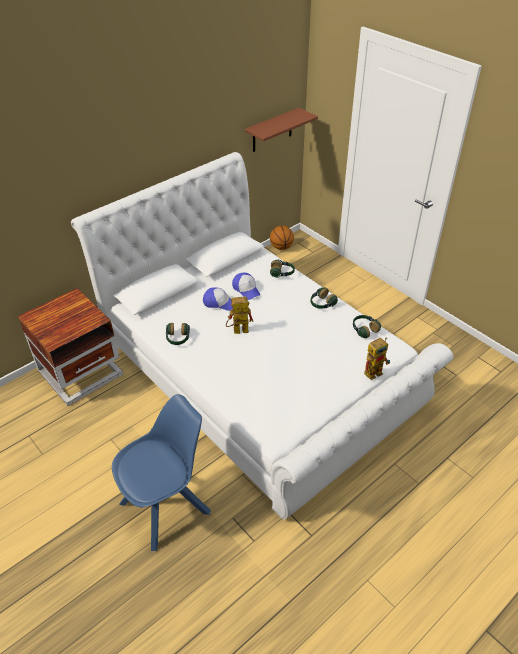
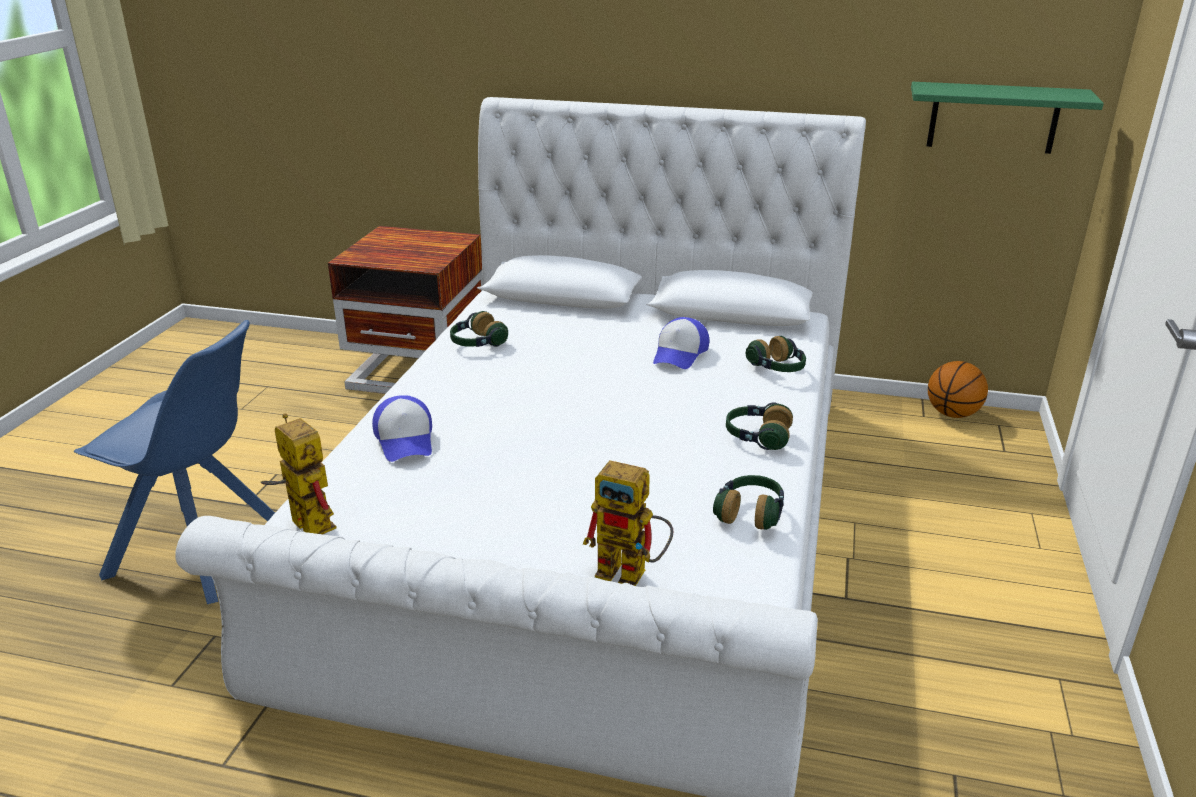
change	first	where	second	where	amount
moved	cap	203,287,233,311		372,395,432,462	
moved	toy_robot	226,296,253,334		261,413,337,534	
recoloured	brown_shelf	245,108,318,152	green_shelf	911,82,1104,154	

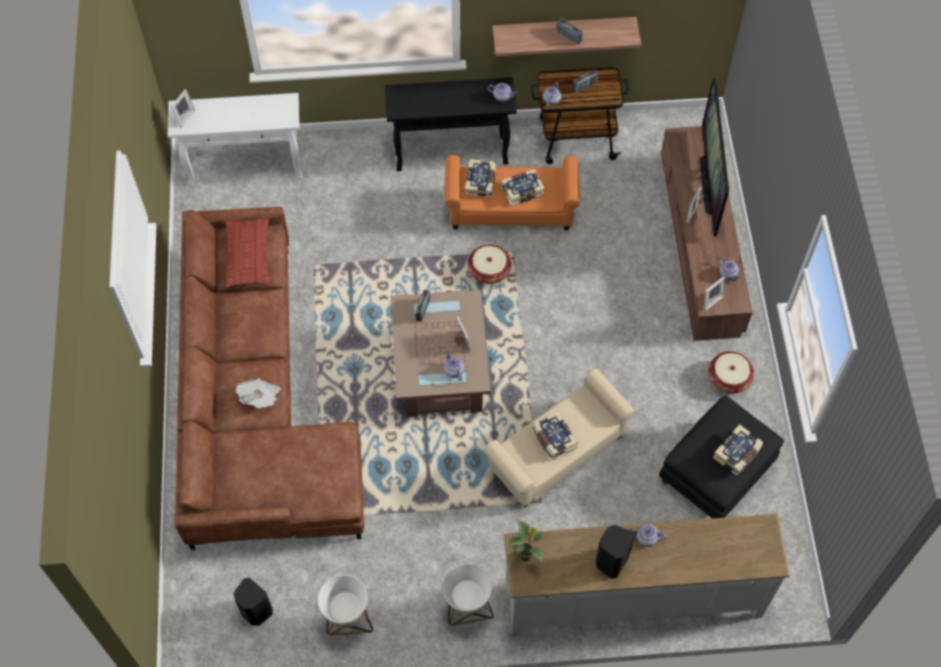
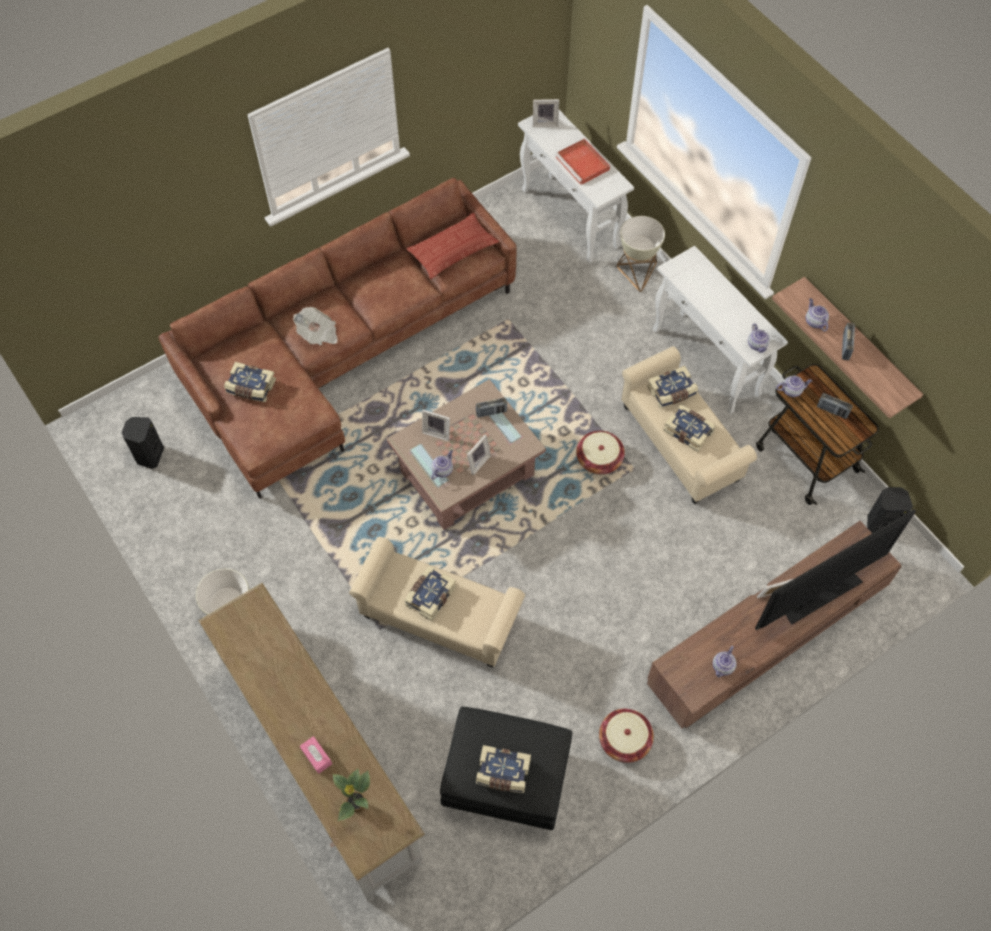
change	first	where	second	where	amount
added			book	224,362,276,402	
added			pink_tissue_box	300,736,332,774	
added			red_tray	555,138,610,185	
moved	planter	318,575,373,636		617,216,665,292	
moved	potted_plant	509,520,546,562		333,769,370,821	
moved	black_speaker	596,525,634,579		867,487,913,533	
moved	teapot	630,524,667,547		806,298,829,331	
moved	picture_frame	704,276,725,311		422,410,450,441	
recoloured	black_console_table	385,77,517,171	white_console_table	653,246,788,414	
recoloured	orange_ottoman	445,155,580,230	beige_ottoman	622,346,757,504	

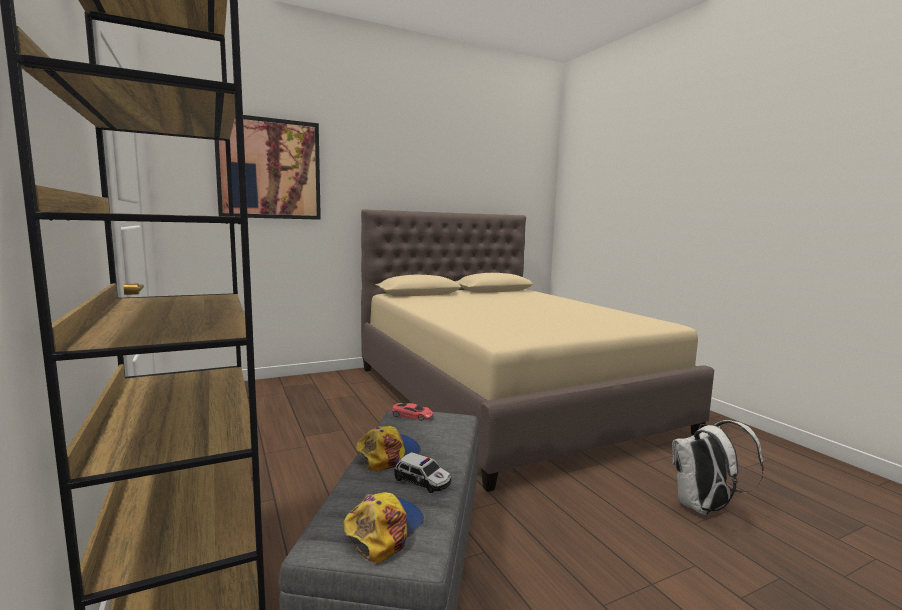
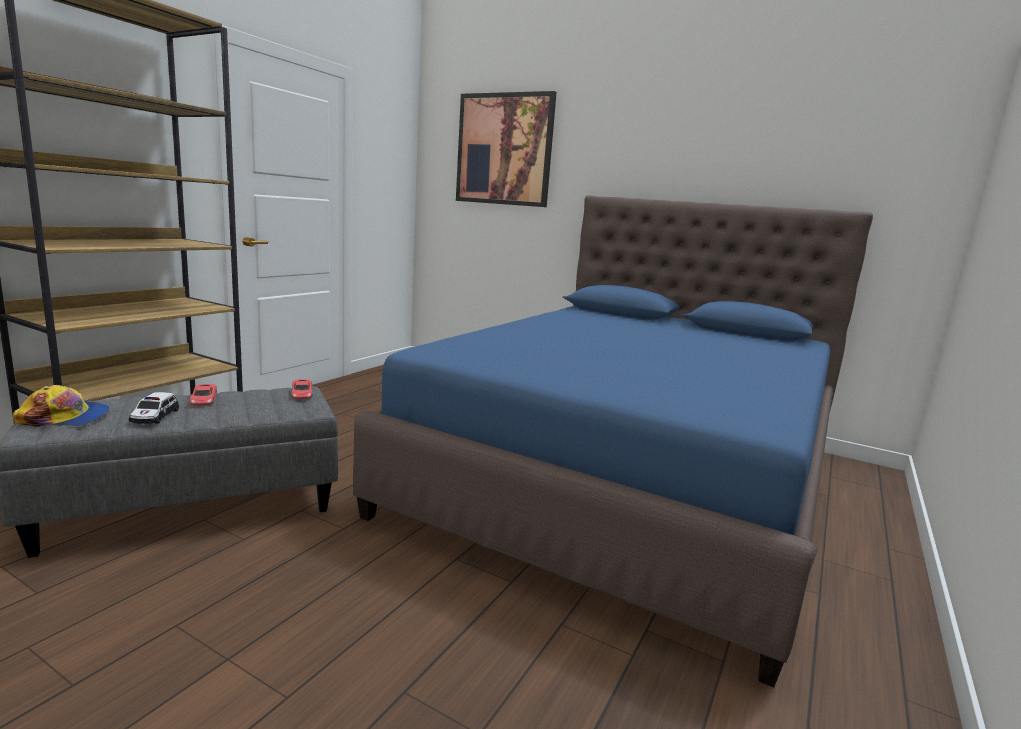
change	first	where	second	where	amount
removed	white_backpack	672,420,764,515			
replaced	cap	356,426,421,471	red_toy_car	190,384,217,406	
recoloured	beige_bed	361,209,714,492	blue_bed	353,195,873,687	

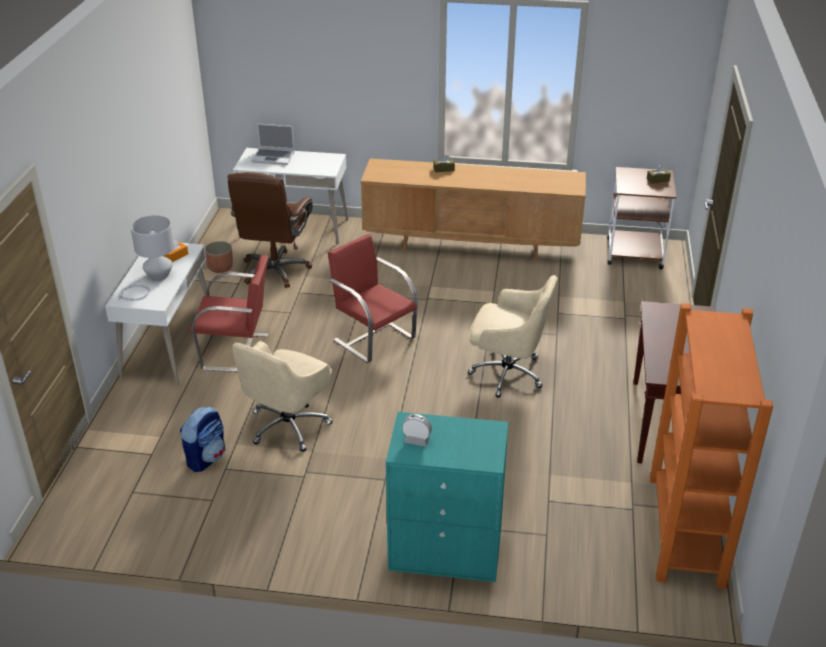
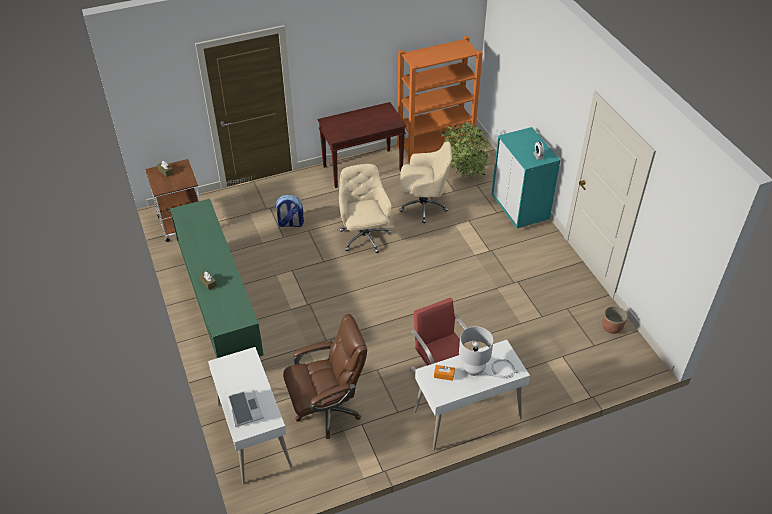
change	first	where	second	where	amount
removed	red_chair	328,234,418,363			
added			potted_plant	441,122,490,178	
moved	backpack	180,406,225,472		275,195,304,227	
moved	planter	205,241,233,273		602,306,627,334	
moved	beige_office_chair	232,341,332,452		400,141,452,223	
recoloured	brown_cabinet	361,158,586,261	green_cabinet	170,199,264,358	

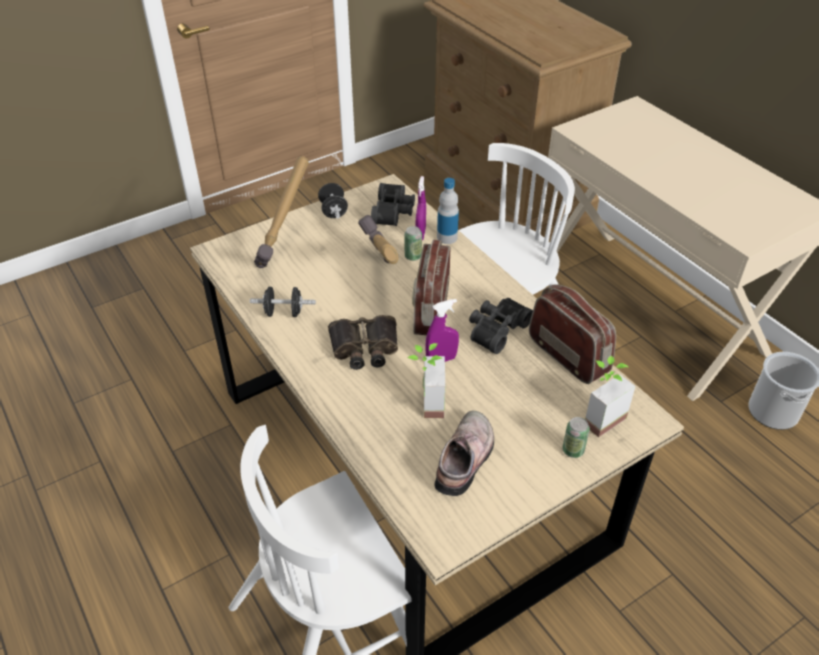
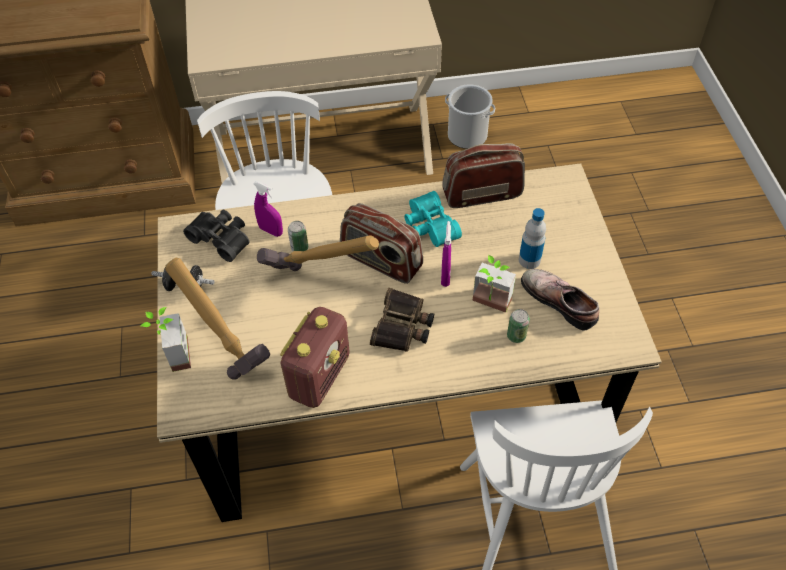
change	first	where	second	where	amount
moved	bottle	437,178,459,244		519,208,546,269	
moved	can	562,417,590,458		507,309,530,343	
moved	potted_plant	585,356,635,437		141,307,191,372	
replaced	black_dumbbell	250,287,316,317	radio	280,307,350,408	
recoloured	black_binoculars	469,298,533,354	turquoise_binoculars	404,191,462,247	

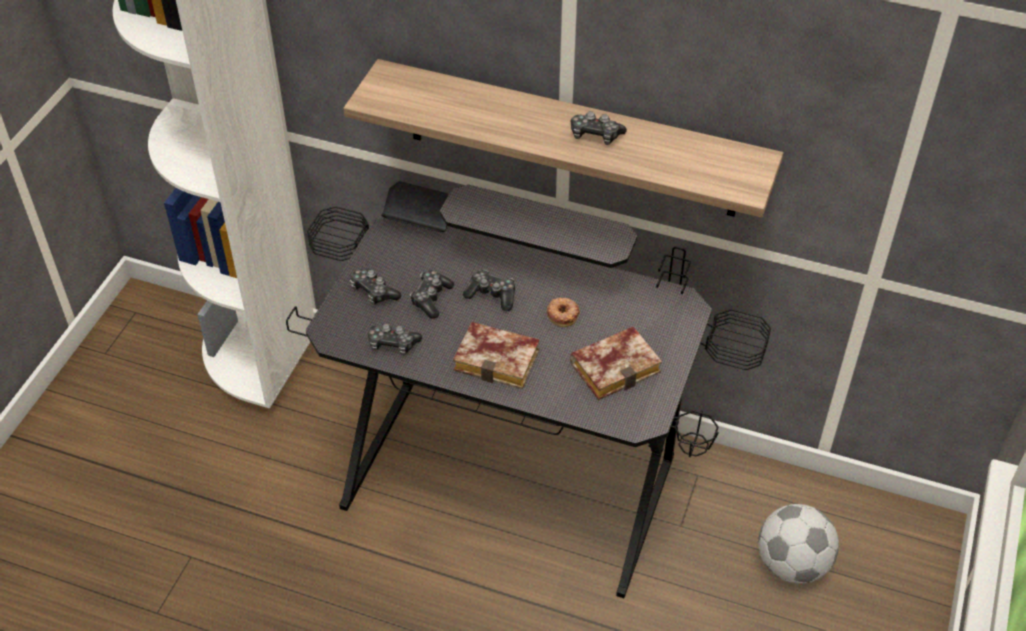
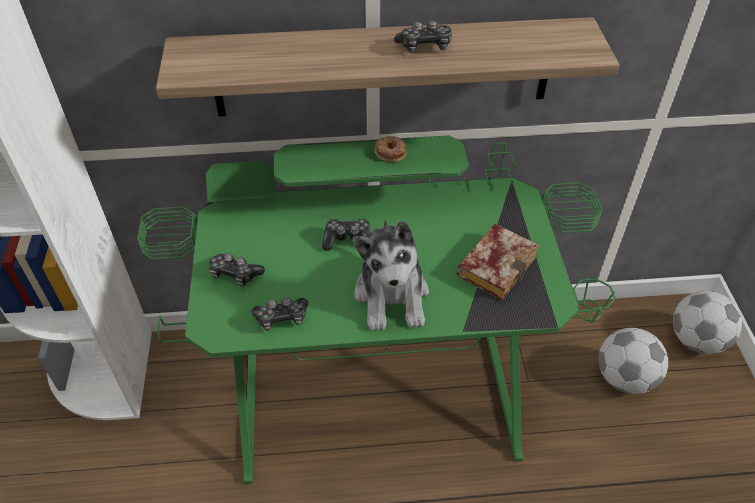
change	first	where	second	where	amount
removed	game_controller	410,270,454,319			
added			football	673,291,742,354	
moved	donut	547,297,580,327		375,136,407,162	
replaced	book	453,322,540,389	plush_toy	352,219,429,331	
recoloured	black_desk	286,181,771,598	green_desk	137,136,615,484	

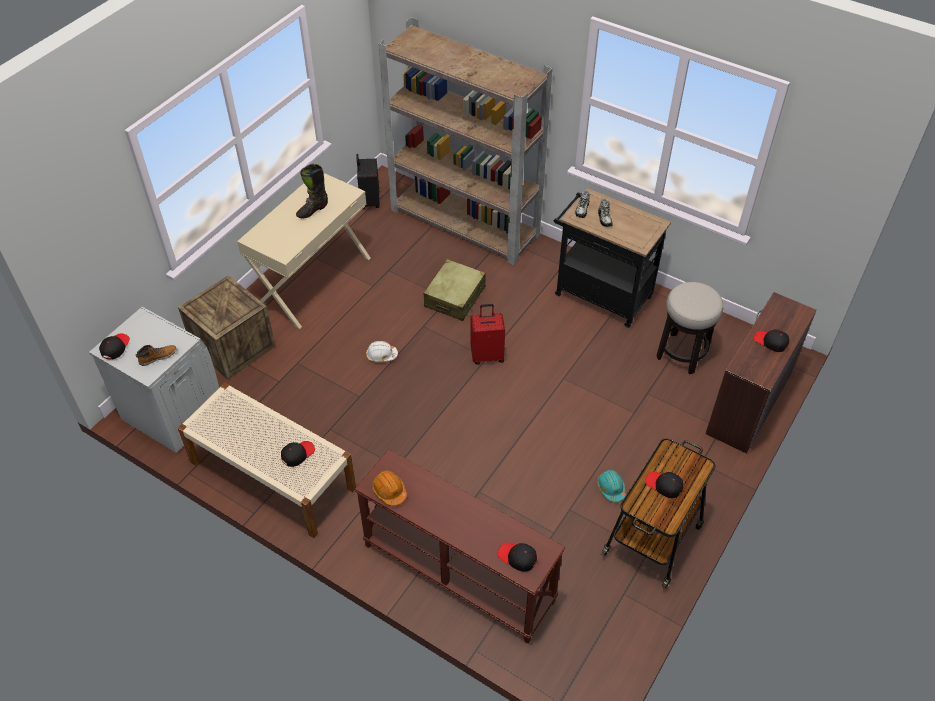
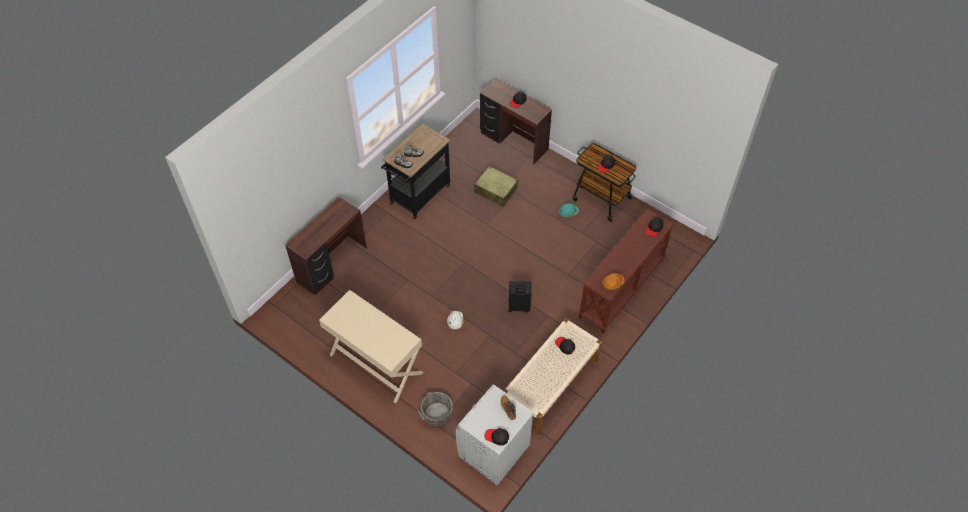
change	first	where	second	where	amount
removed	black_boot	296,164,328,219			
removed	red_suitcase	470,304,505,365			
removed	stool	656,282,724,374			
moved	black_suitcase	357,154,380,209		508,281,531,313	
moved	beige_suitcase	424,259,486,321		474,166,518,207	
replaced	crate	178,275,276,380	grey_bucket	417,392,453,427	
replaced	brown_bookcase	378,17,552,265	brown_desk	285,196,367,295	

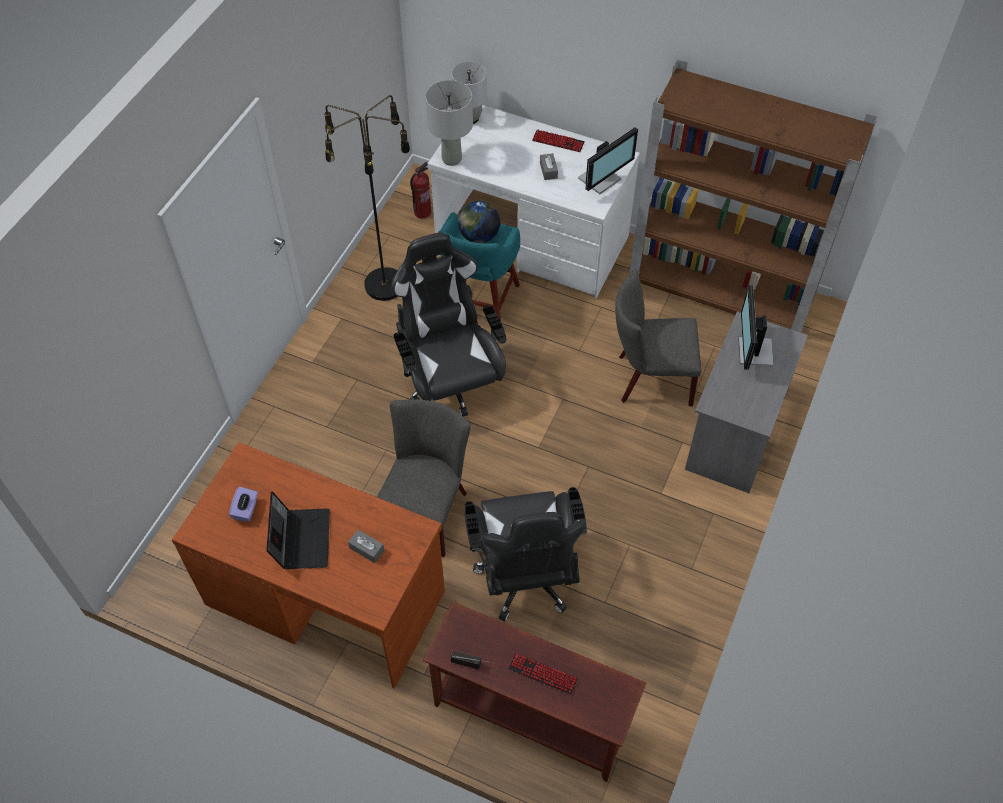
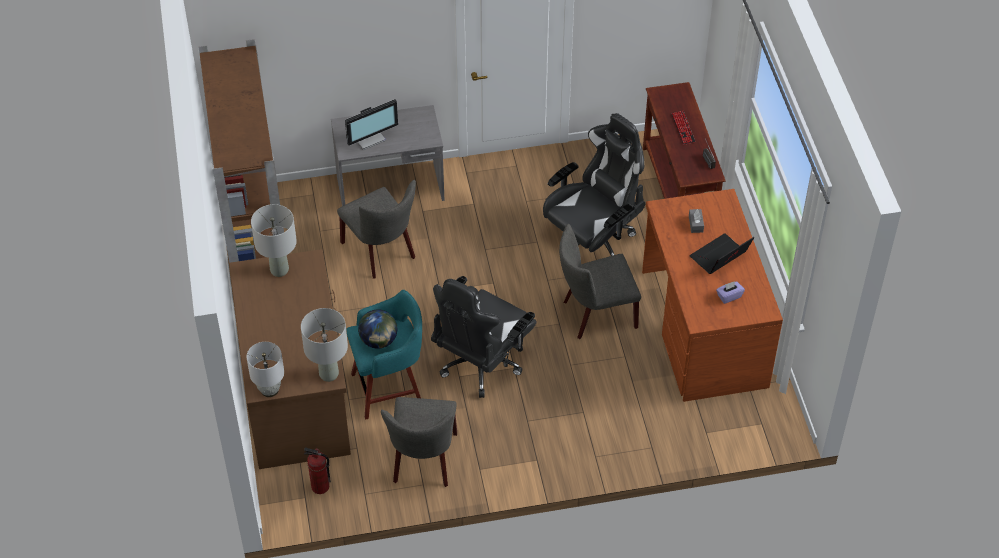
change	first	where	second	where	amount
removed	keyboard	532,129,585,152			
removed	grey_tissue_box	540,153,558,180			
replaced	floor_lamp	324,95,410,301	grey_chair	381,397,457,487	
replaced	monitor	578,127,638,194	grey_table_lamp	251,204,297,277	
recoloured	white_desk	428,105,640,299	brown_desk	229,249,351,469	

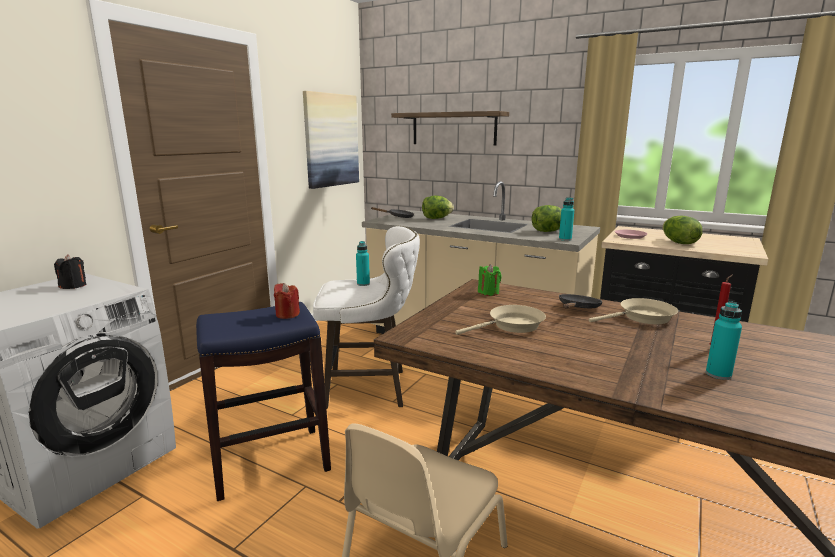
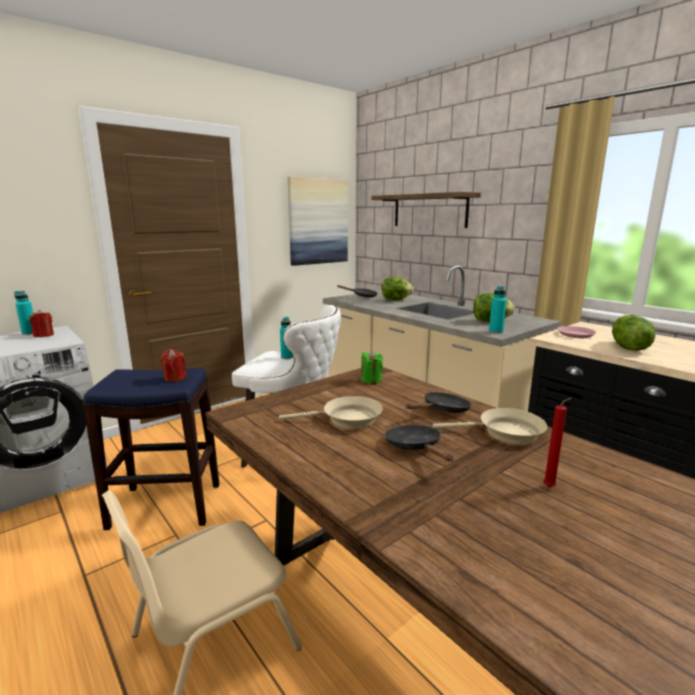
change	first	where	second	where	amount
added			black_frying_pan	385,425,453,461	
moved	turquoise_bottle	706,301,742,380		14,291,33,335	
recoloured	black_candle	54,254,86,289	red_candle	29,310,54,337	

